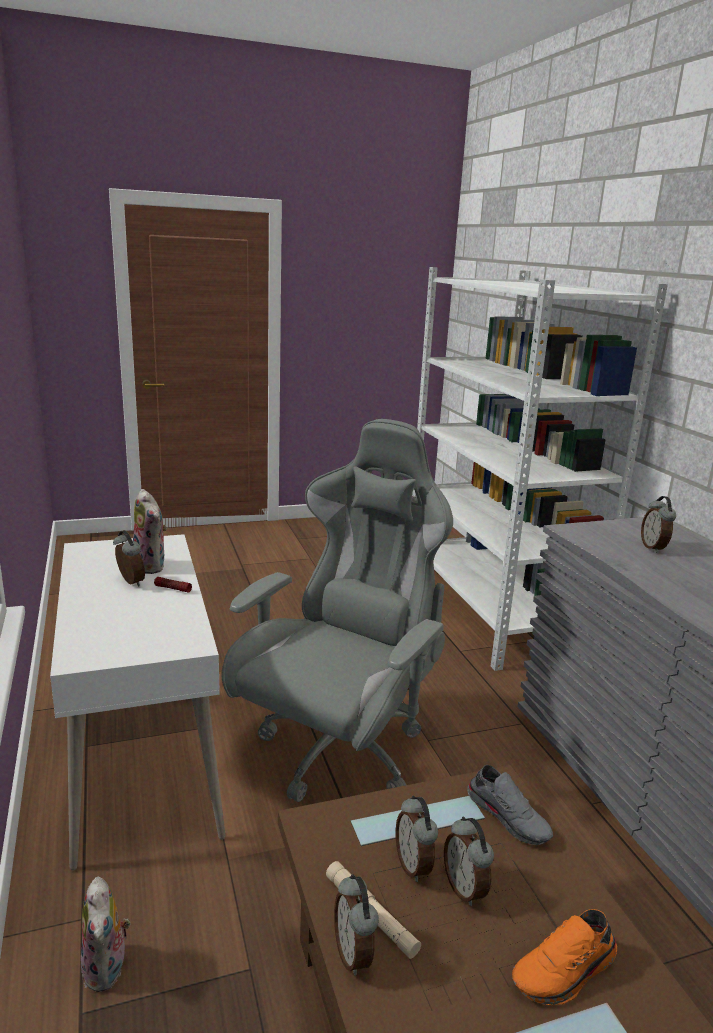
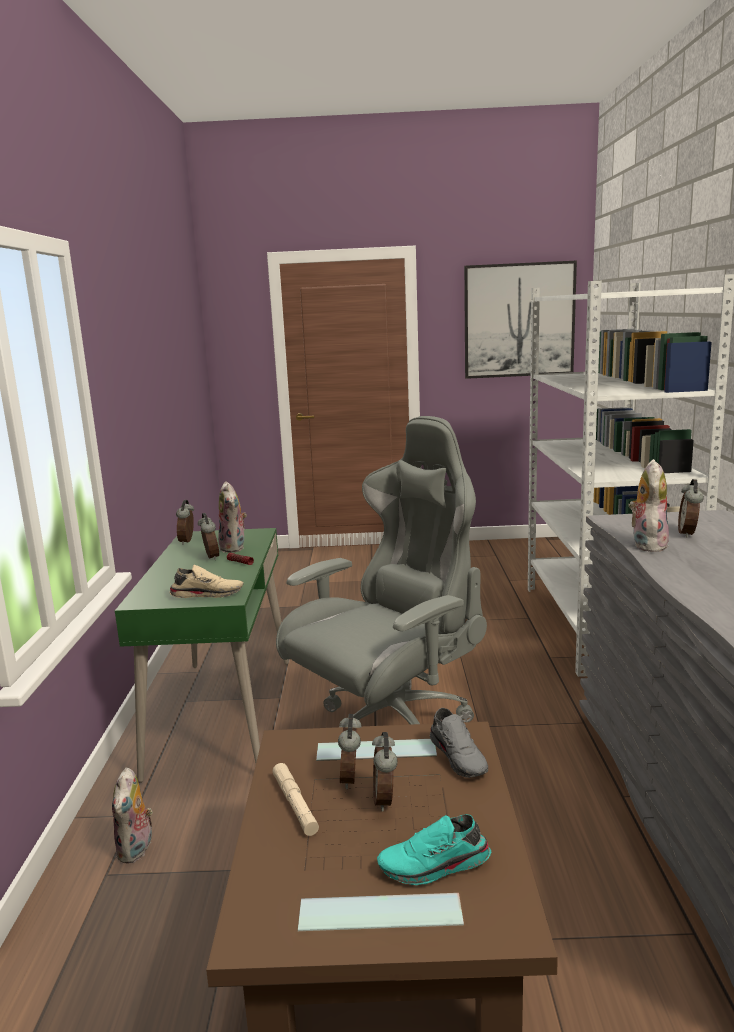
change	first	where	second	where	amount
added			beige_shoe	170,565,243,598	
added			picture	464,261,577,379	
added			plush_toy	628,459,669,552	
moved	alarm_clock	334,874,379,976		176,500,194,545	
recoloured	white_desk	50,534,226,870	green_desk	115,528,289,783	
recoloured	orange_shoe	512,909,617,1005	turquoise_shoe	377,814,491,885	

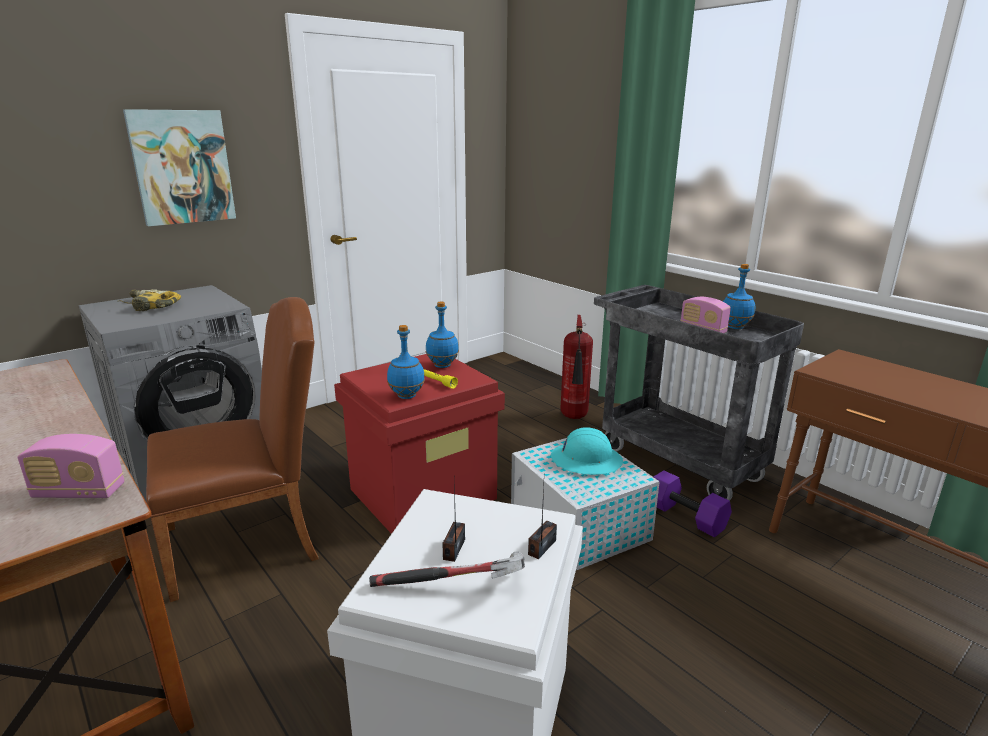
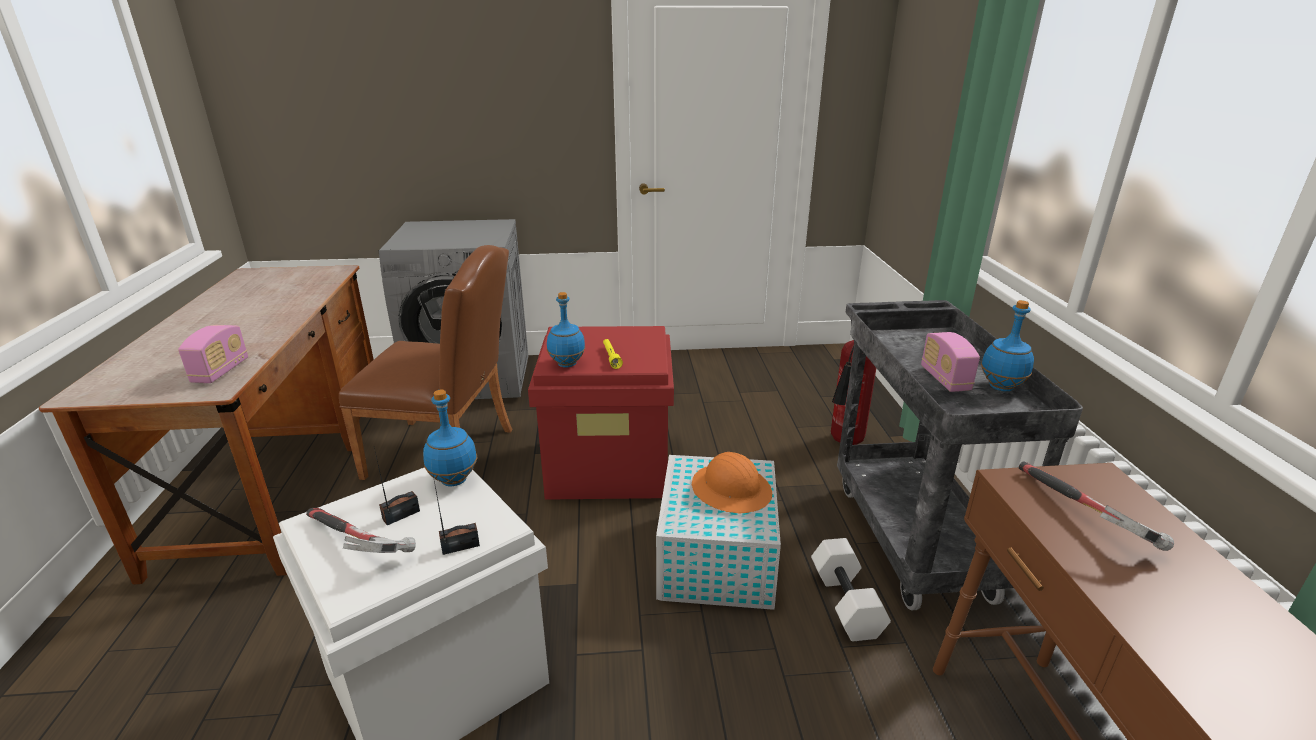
change	first	where	second	where	amount
removed	power_drill	118,289,181,311			
removed	picture	123,109,236,226			
added			hammer	1019,461,1174,551	
moved	blue_bottle	426,302,459,368		423,390,477,486	
recoloured	turquoise_hard_hat	551,427,623,475	orange_hard_hat	692,452,772,513	
recoloured	purple_dumbbell	654,470,732,537	white_dumbbell	811,538,891,641	
turned	radio	17,434,124,498		178,325,248,383	120 degrees counterclockwise

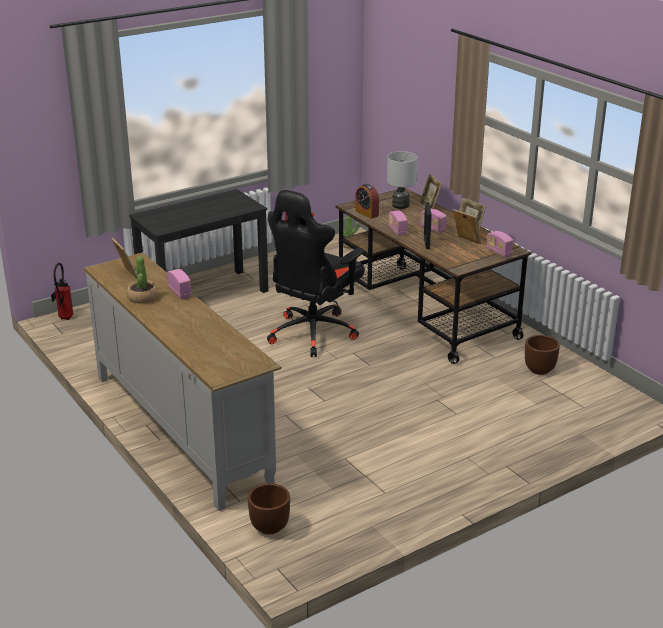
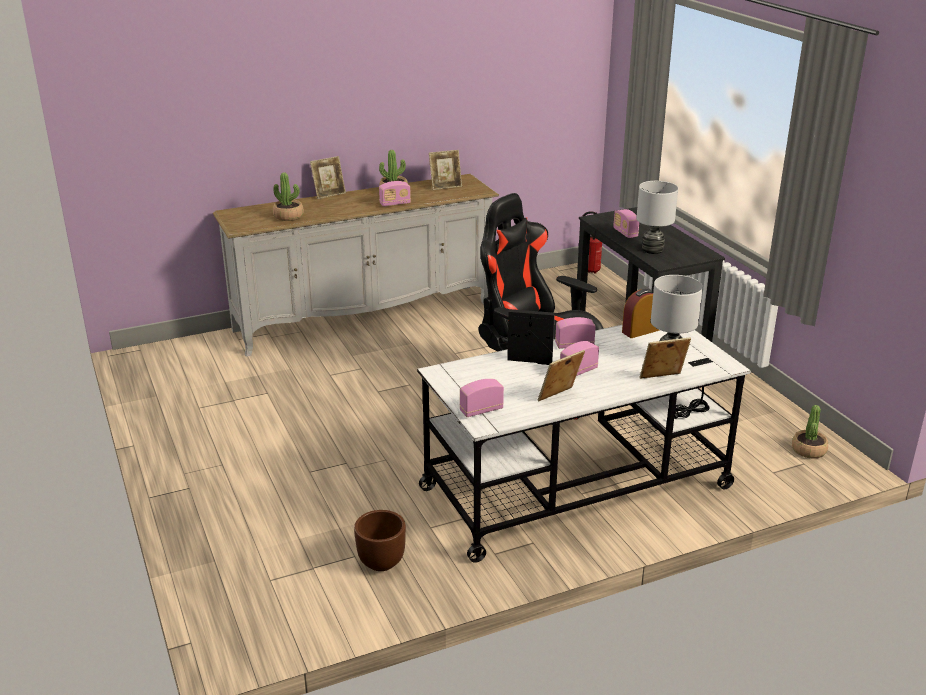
change	first	where	second	where	amount
removed	brown_planter	248,483,290,535			
added			potted_plant	273,172,304,221	
added			radio	613,209,639,238	
added			grey_table_lamp	636,181,678,254	
moved	picture_frame	453,209,481,244		310,156,346,199	
recoloured	brown_desk	335,188,531,364	white_desk	417,325,751,563	

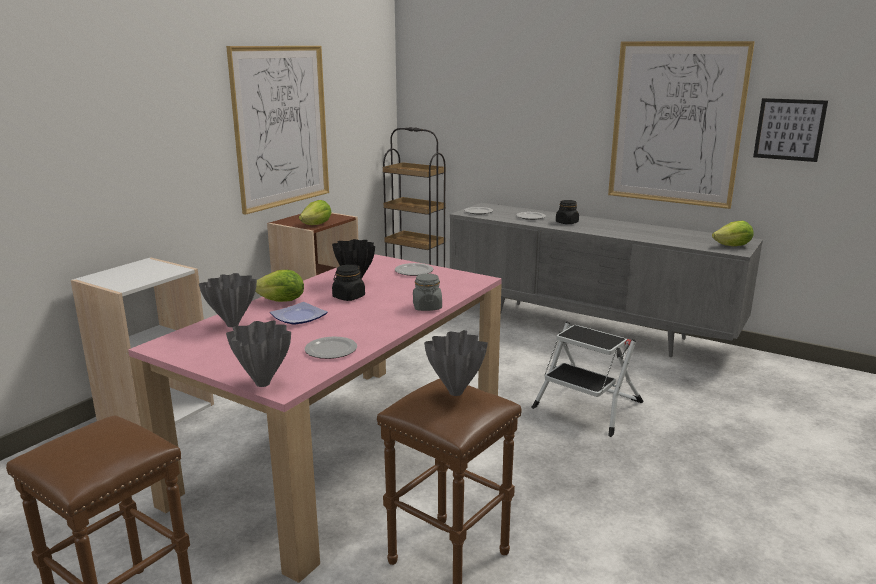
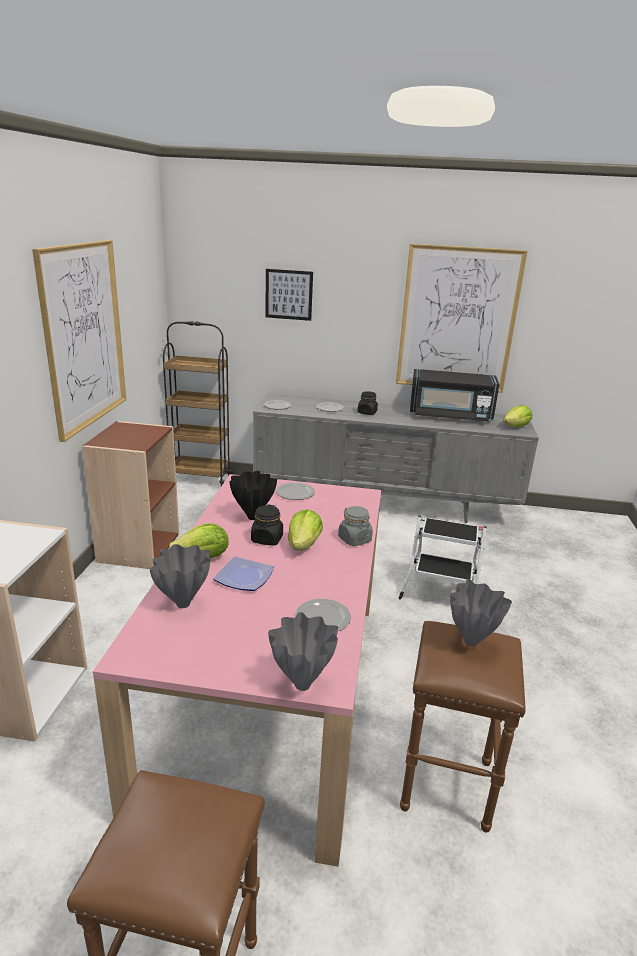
change	first	where	second	where	amount
added			black_microwave	410,369,500,422	
moved	lettuce	299,200,332,225		288,509,323,551	
moved	picture	753,98,828,162		265,269,313,321	

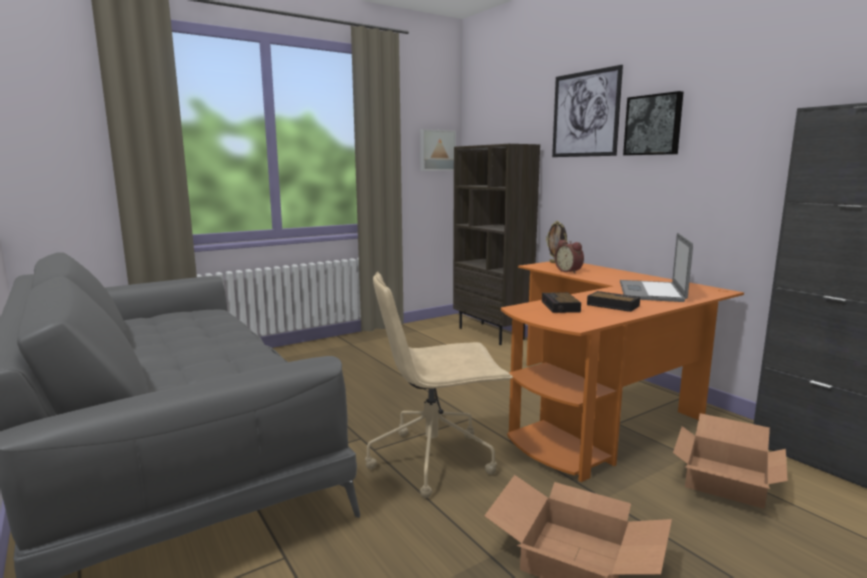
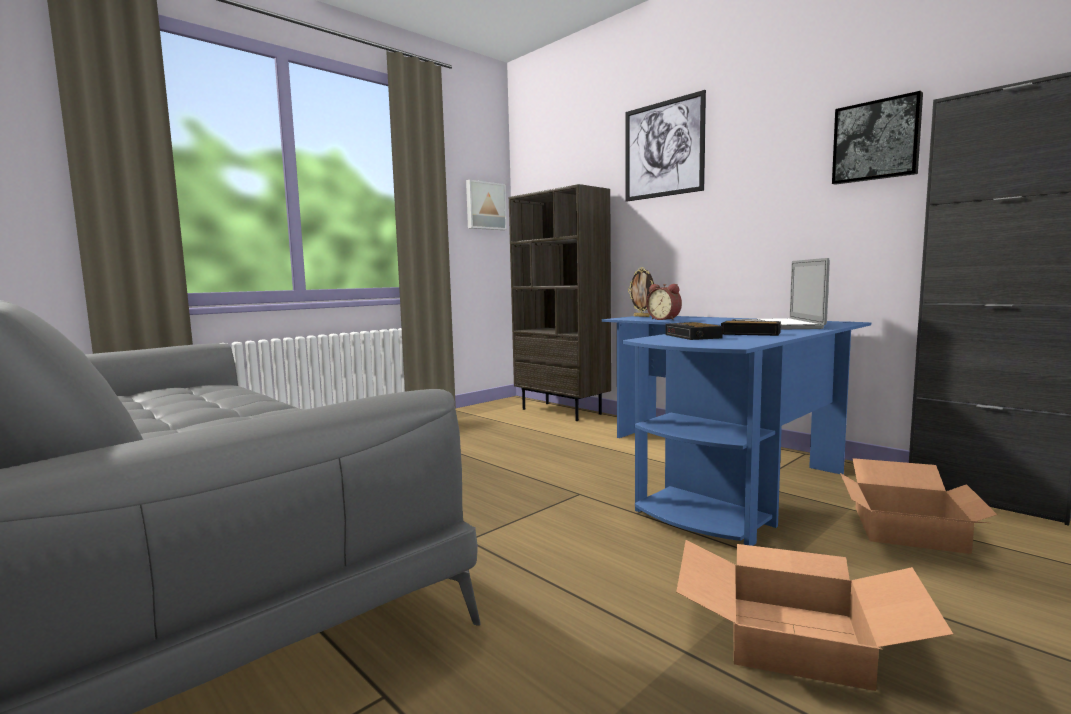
change	first	where	second	where	amount
removed	beige_office_chair	365,271,513,498			
moved	picture	623,91,684,155		832,91,923,185	
recoloured	orange_desk	501,261,744,482	blue_desk	602,316,871,546	

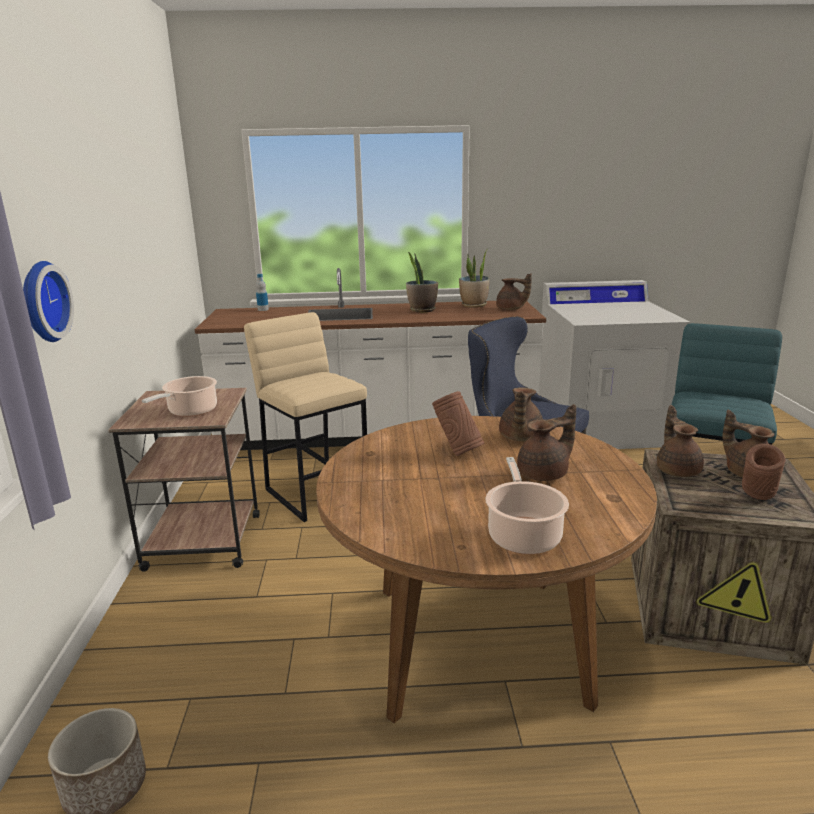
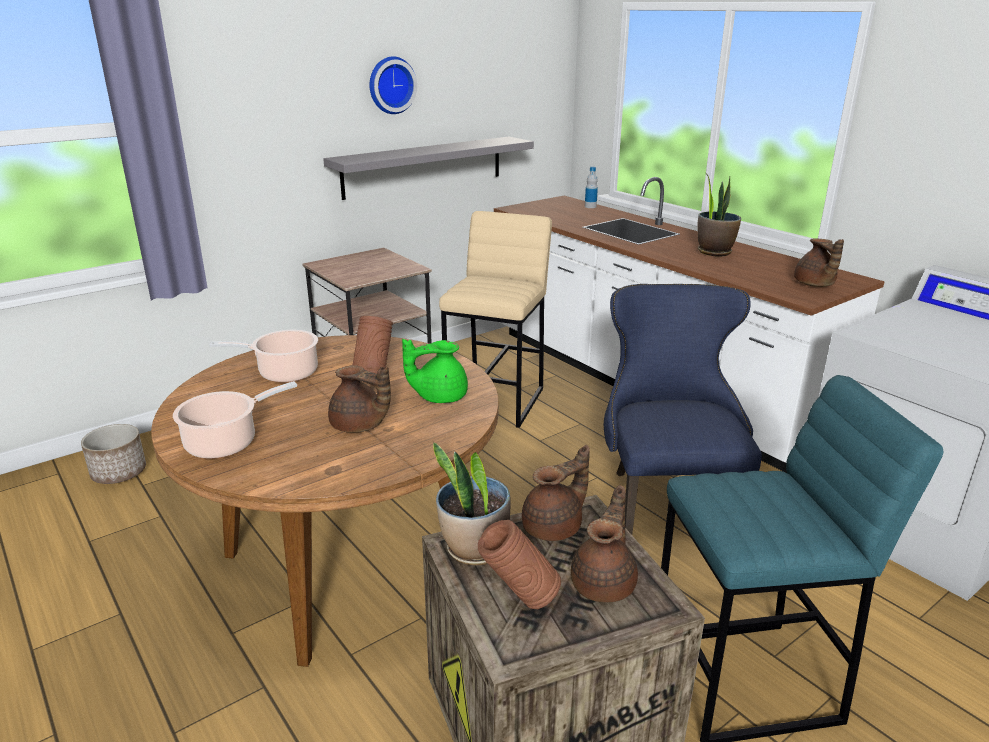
change	first	where	second	where	amount
added			grey_shelf	323,137,534,200	
moved	wall_clock	23,261,74,342		370,56,417,114	
moved	cooking_pot	142,376,217,417		209,330,318,383	
moved	potted_plant	459,250,489,308		433,443,510,565	
recoloured	brown_teapot	499,387,543,441	green_teapot	402,339,468,403	

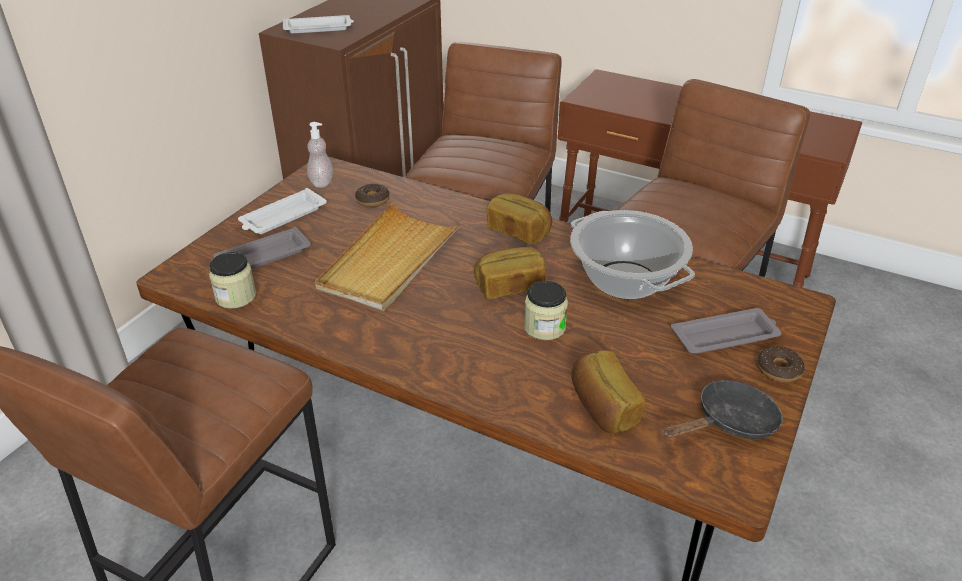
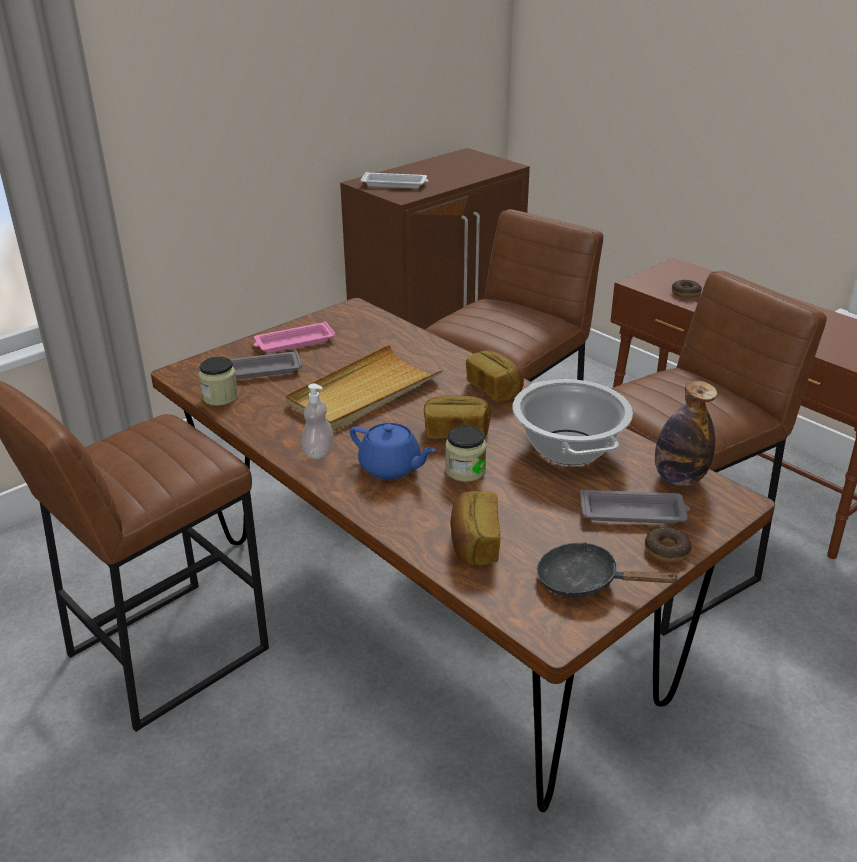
change	first	where	second	where	amount
added			blue_teapot	350,423,435,479	
added			bottle	655,380,717,486	
moved	soap_dispenser	307,122,333,188		301,383,334,459	
moved	donut	355,184,389,207		672,280,702,298	
recoloured	white_tray	238,188,327,234	pink_tray	254,321,336,353	
turned	black_frying_pan	663,380,783,439		537,542,680,597	150 degrees counterclockwise

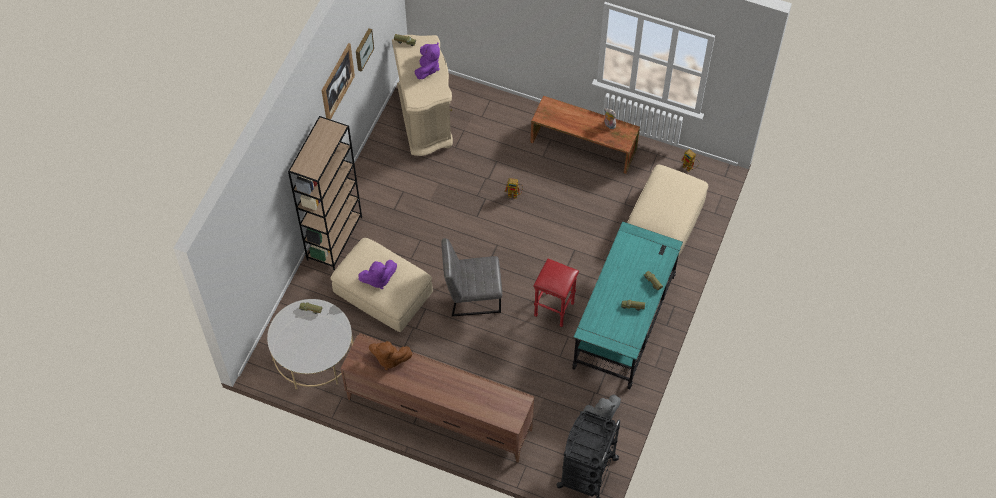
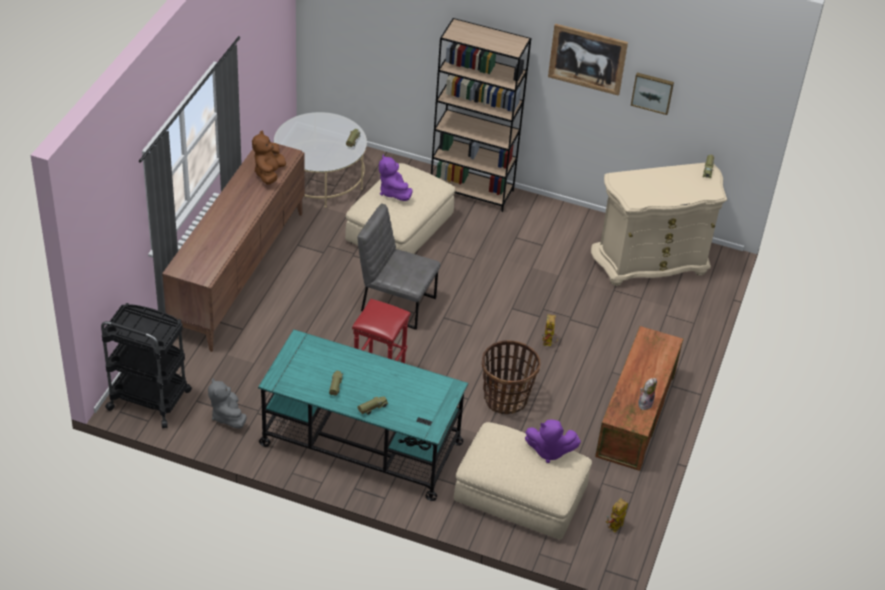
change	first	where	second	where	amount
added			basket	482,340,540,414	
moved	purple_plush_toy	415,43,440,79		525,419,581,463	
turned	grey_chair	441,238,502,316		358,203,441,330	60 degrees counterclockwise

